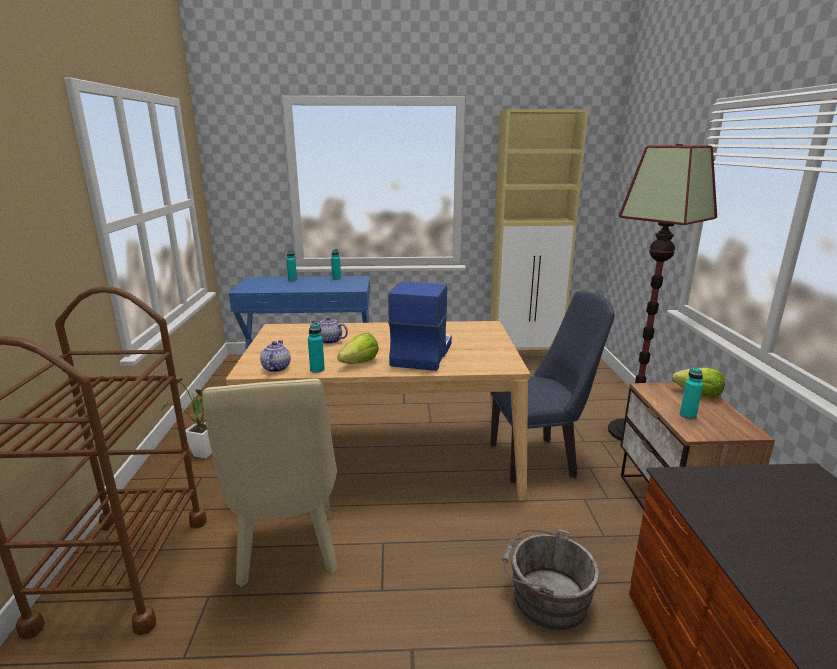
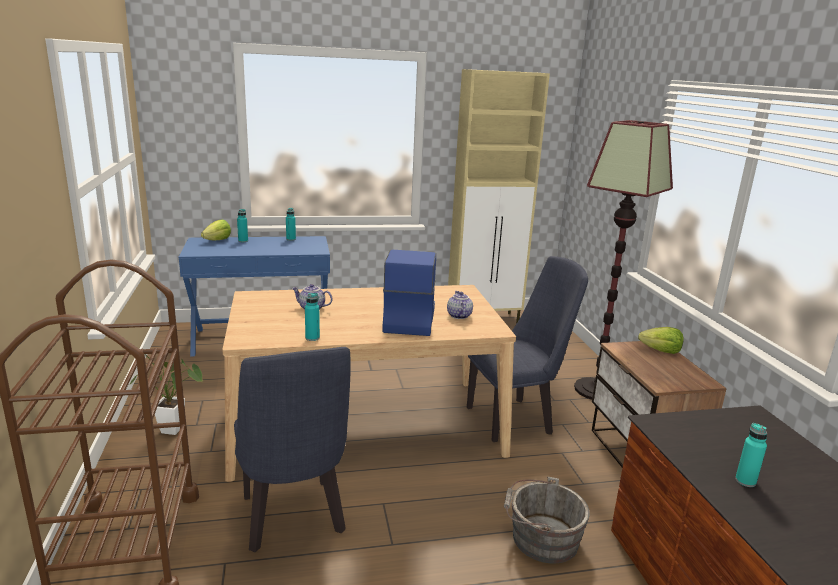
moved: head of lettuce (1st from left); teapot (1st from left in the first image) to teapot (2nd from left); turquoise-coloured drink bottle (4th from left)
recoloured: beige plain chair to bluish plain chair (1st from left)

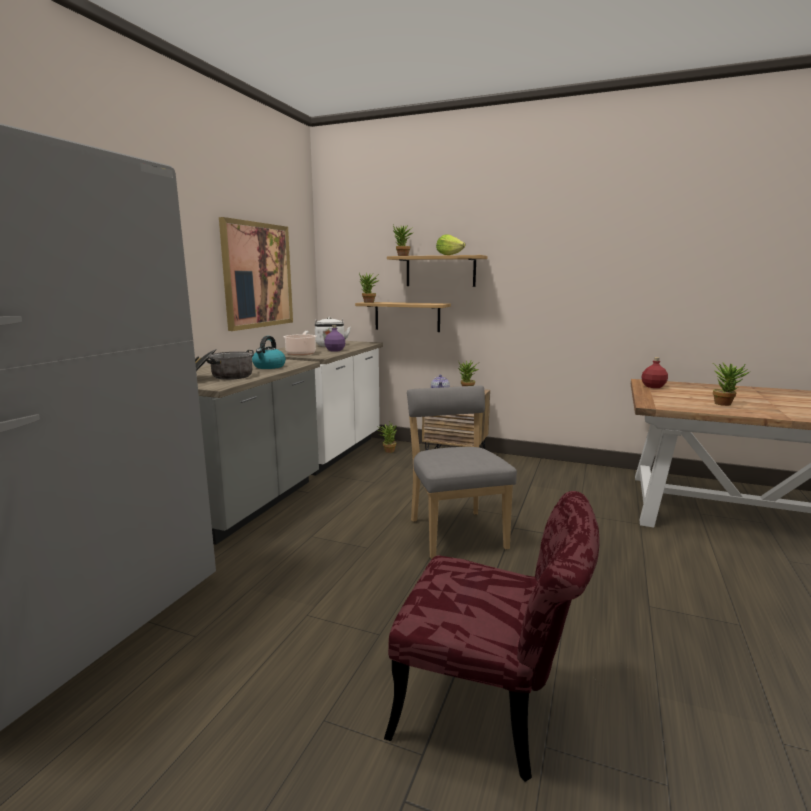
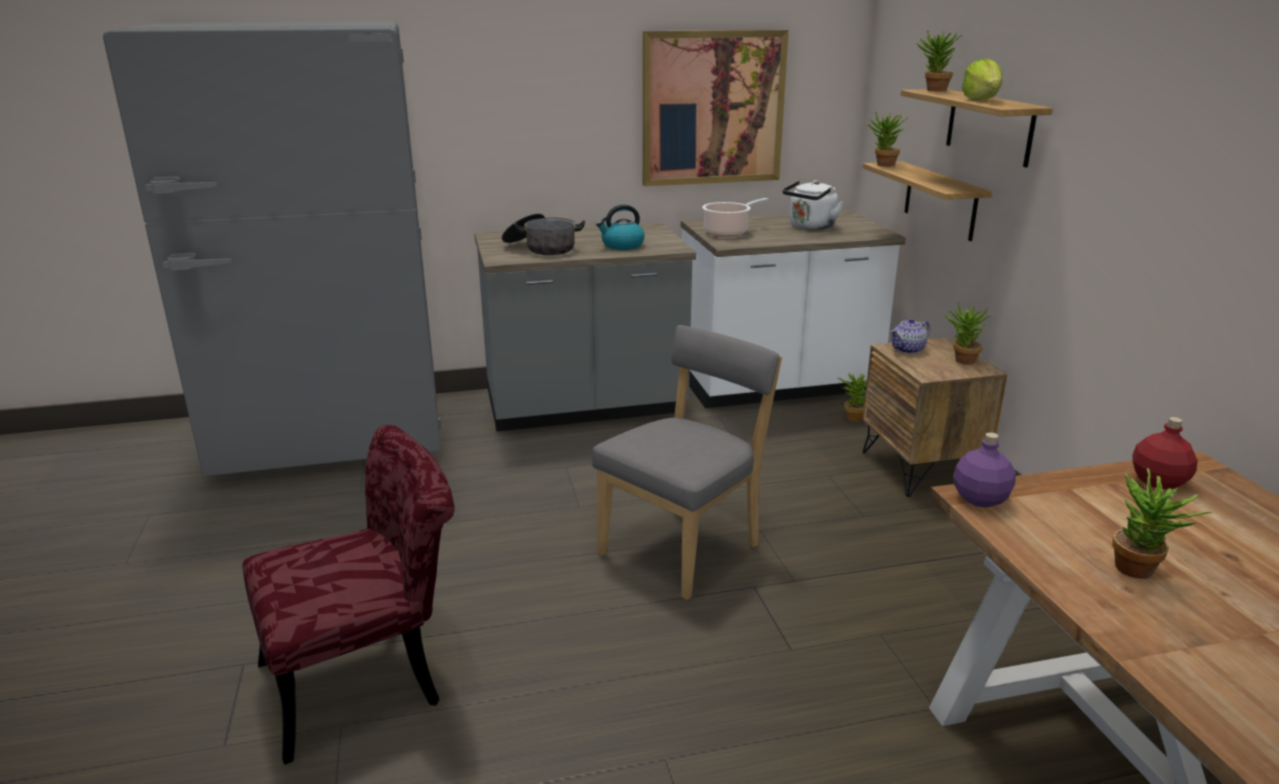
moved: purple drink bottle
turned: red-coloured plain chair 105 degrees counterclockwise

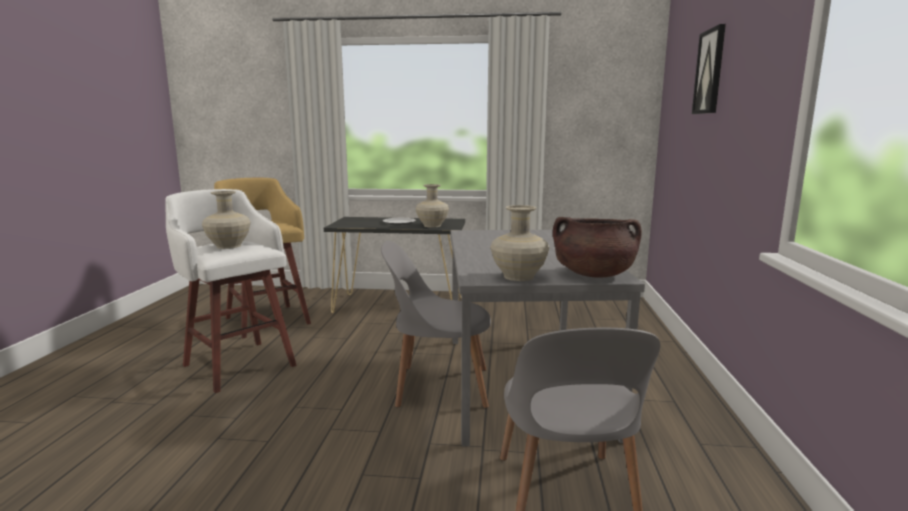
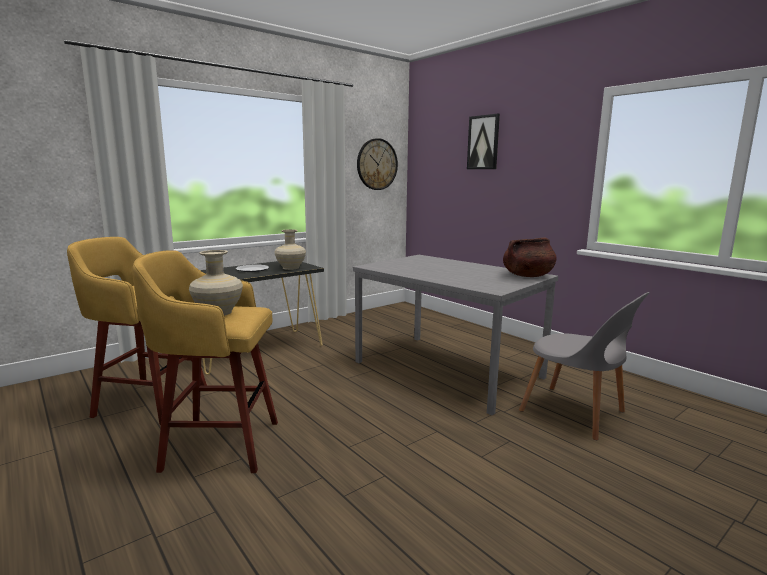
removed: beige decorative vase (3rd from left); greyish plain chair (1st from left)
added: wall clock
recoloured: white-coloured stool to yellow stool (2nd from left)

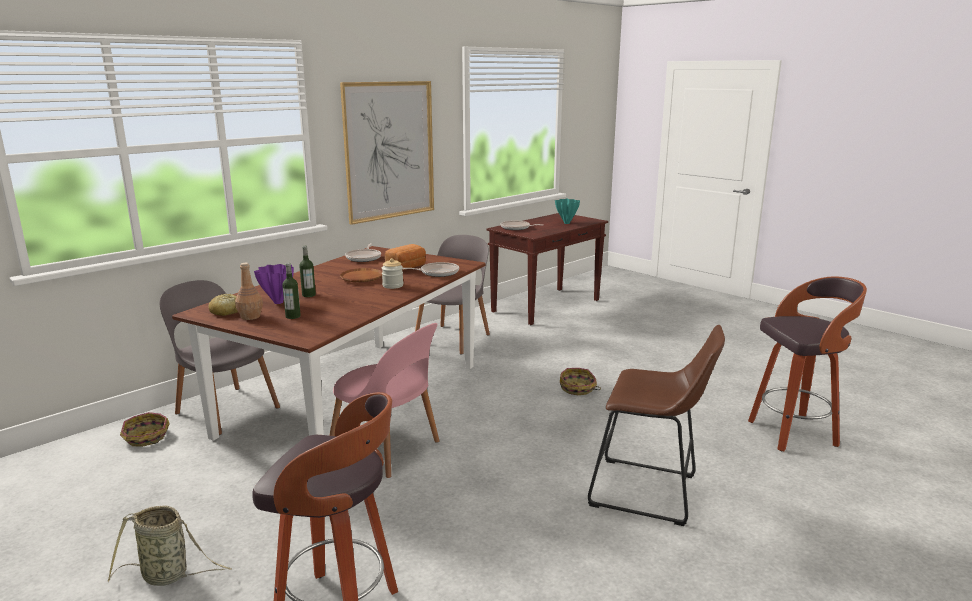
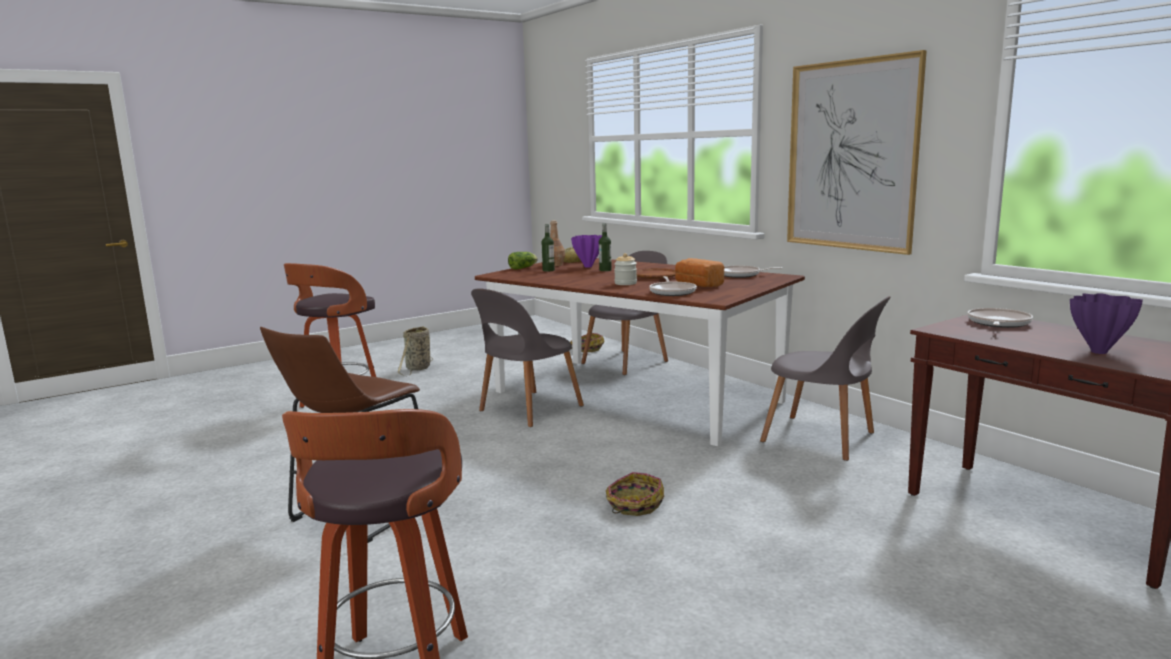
added: head of lettuce
recoloured: turquoise-coloured decorative vase to purple decorative vase (2nd from left); pinkish plain chair to greyish plain chair (1st from left)

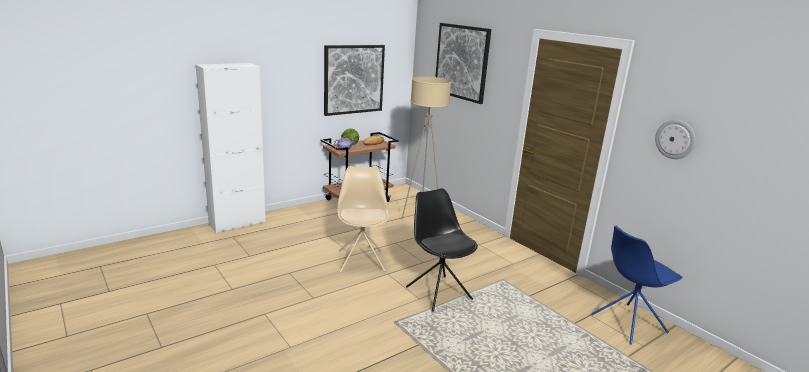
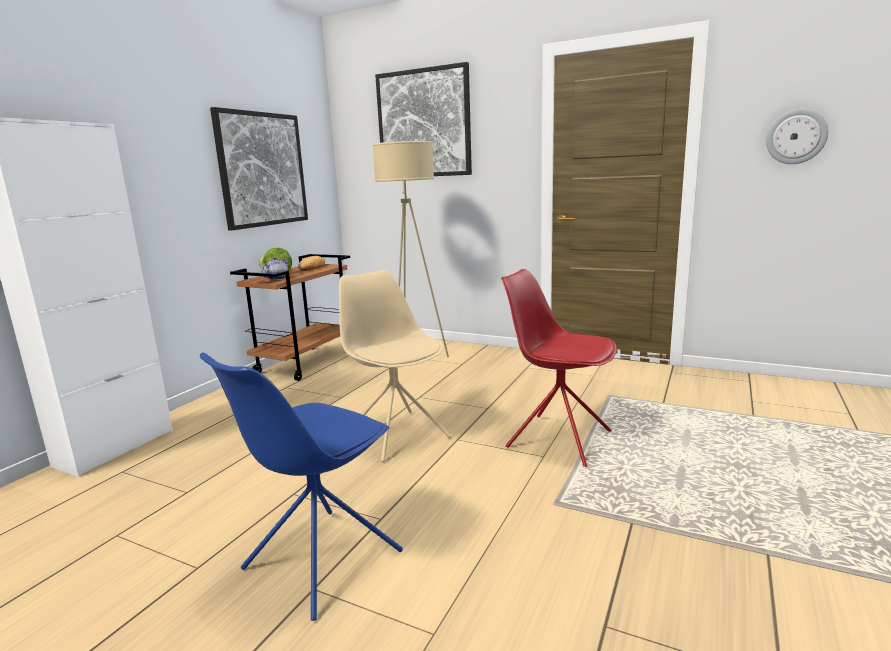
moved: bluish plain chair
recoloured: black-coloured plain chair to red-coloured plain chair

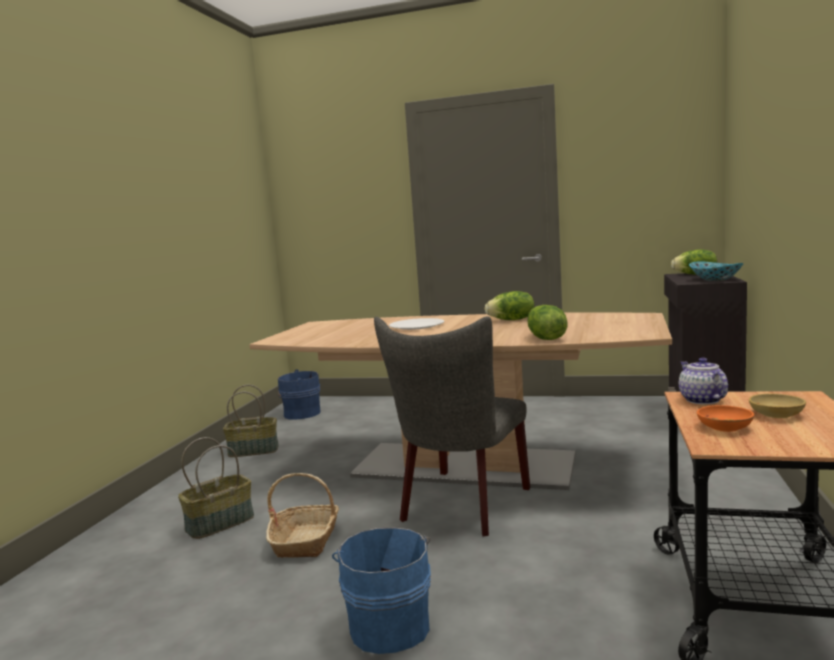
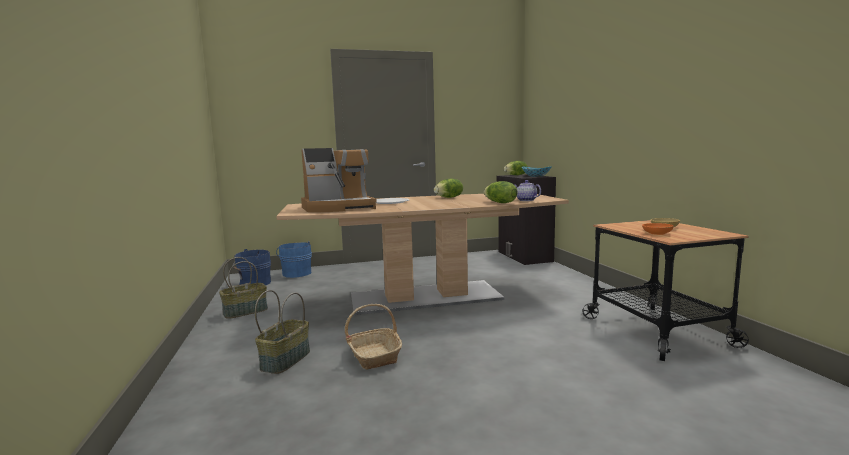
removed: greyish plain chair
added: coffee brewer
moved: teapot; bluish water bucket (2nd from left)

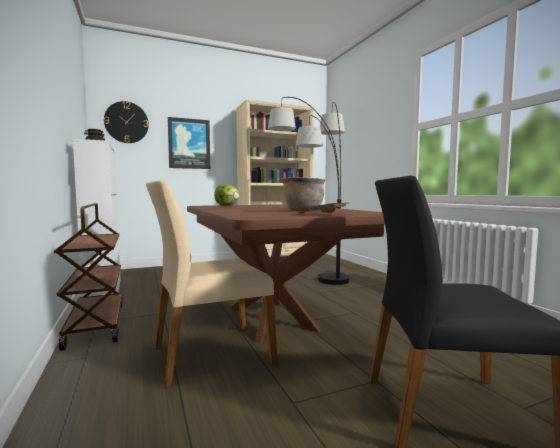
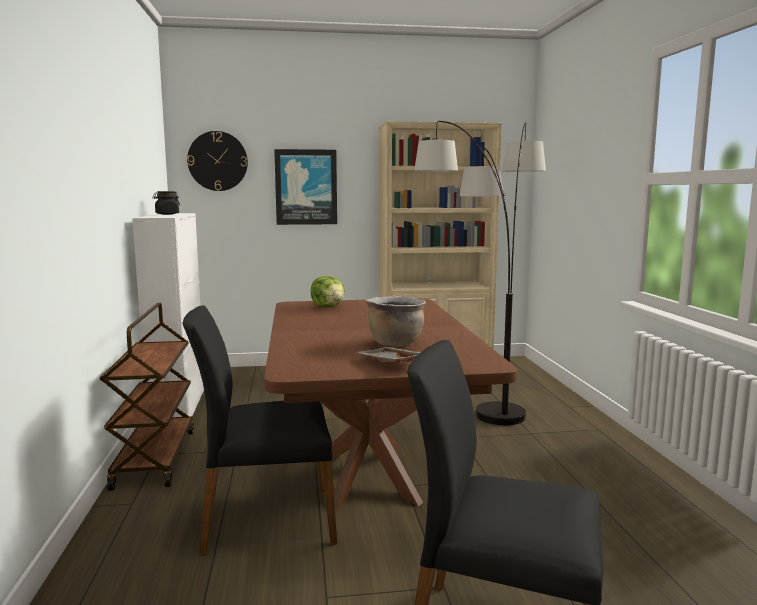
recoloured: beige plain chair to black-coloured plain chair (1st from left)

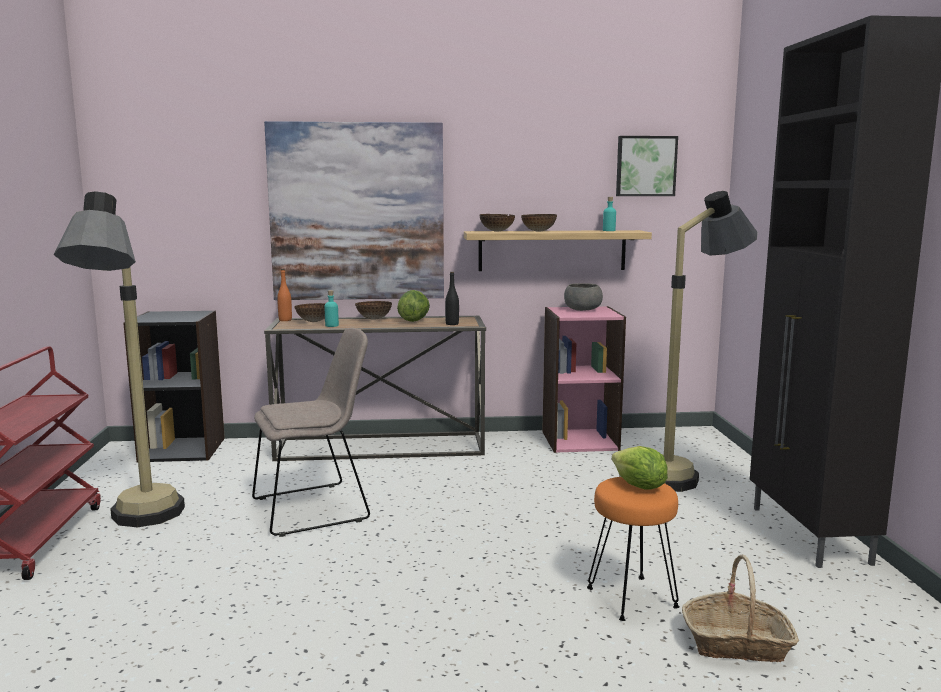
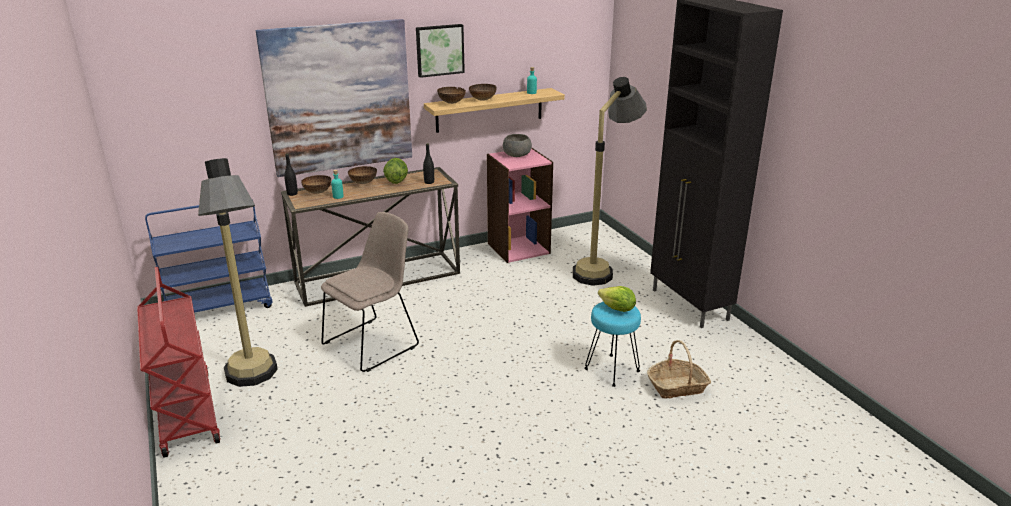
moved: picture (2nd from left)
replaced: black-coloured bookcase to bluish cart
recoloured: orange-coloured drink bottle to black-coloured drink bottle (1st from left); orange-coloured stool to turquoise-coloured stool

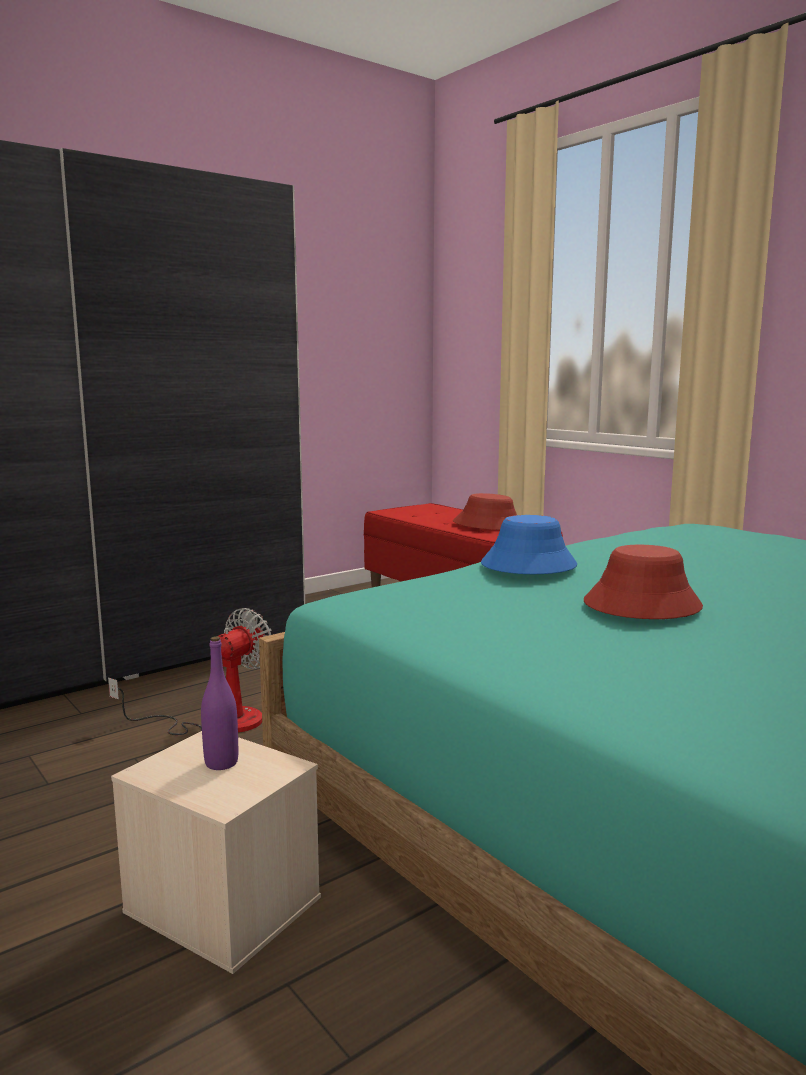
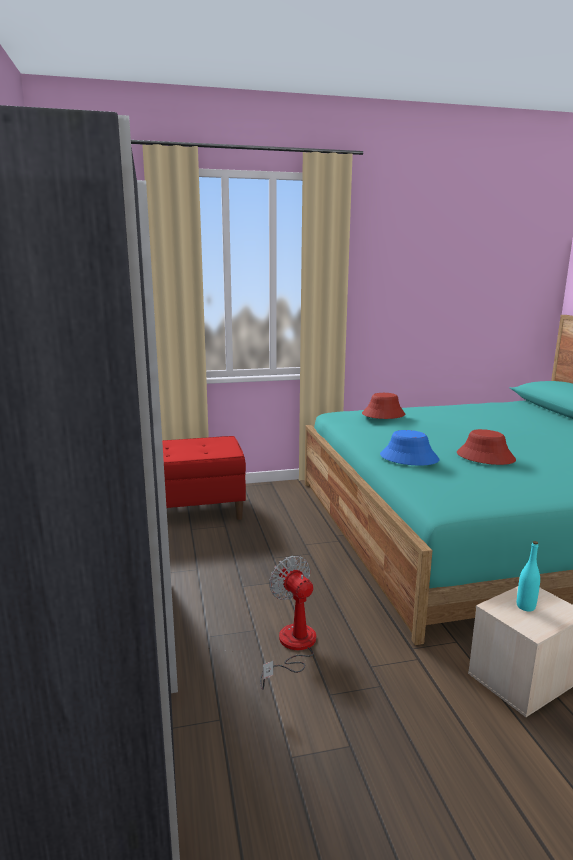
moved: red-coloured wearable hat (1st from left)
recoloured: purple drink bottle to turquoise-coloured drink bottle

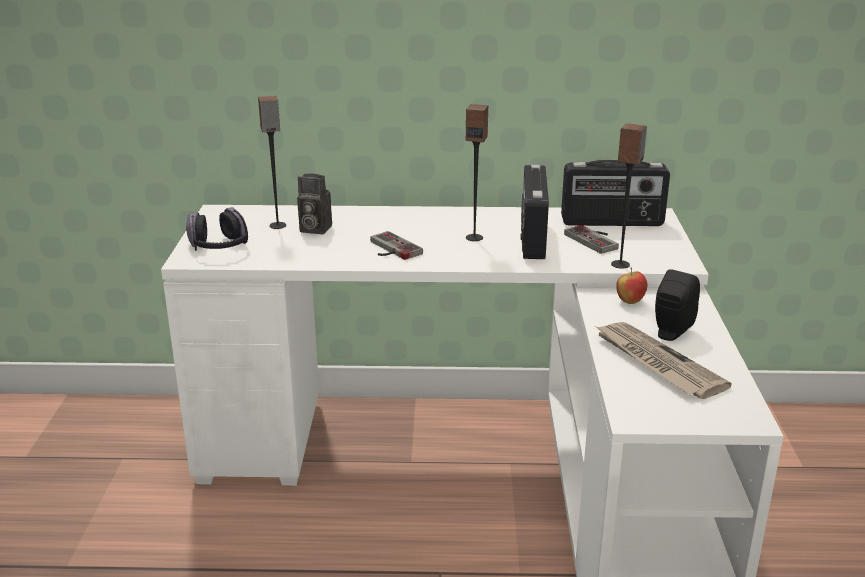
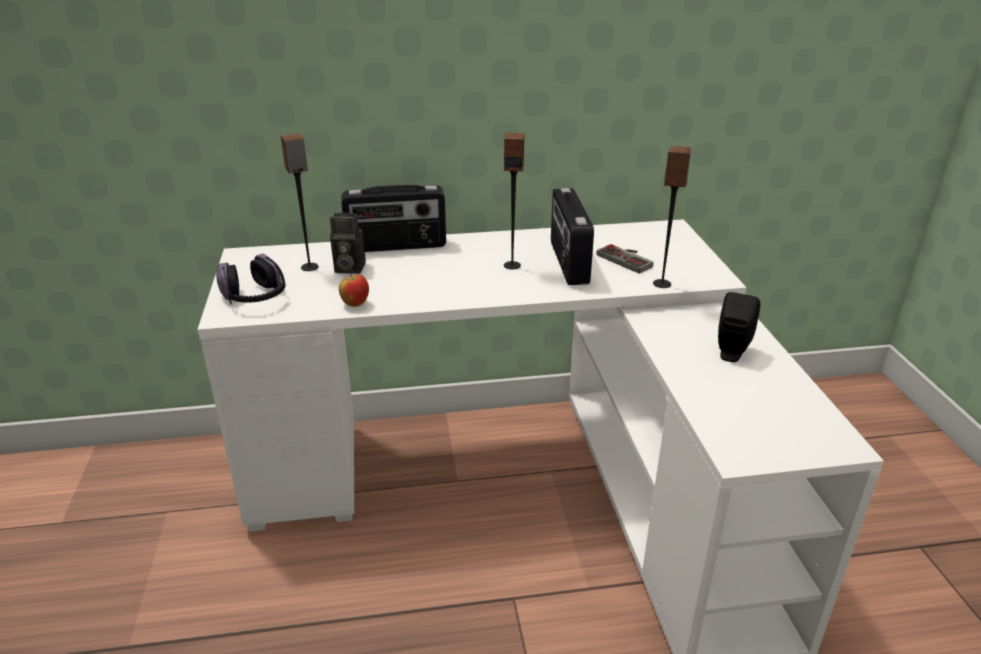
removed: game controller (1st from left); daily paper
moved: radio set (2nd from left in the first image) to radio set (1st from left); apple fruit

